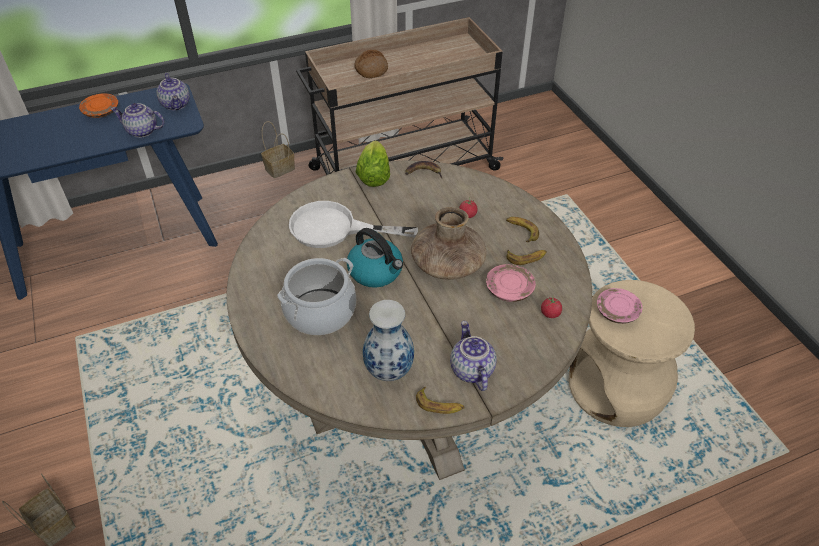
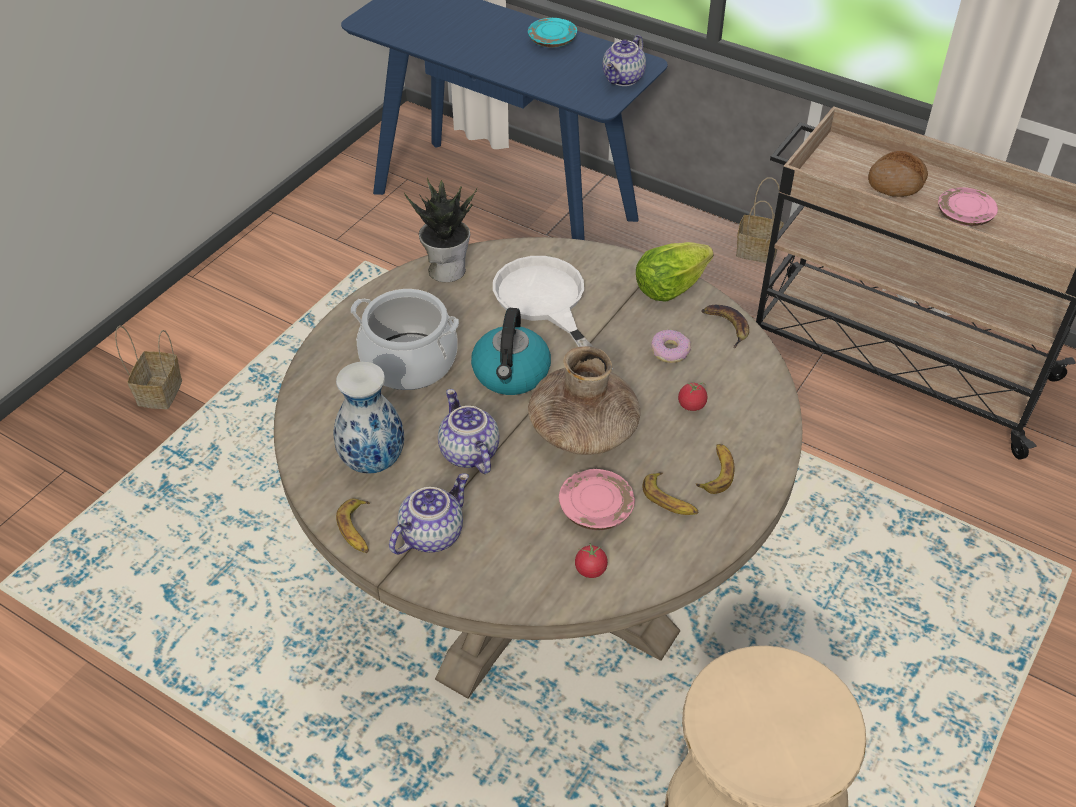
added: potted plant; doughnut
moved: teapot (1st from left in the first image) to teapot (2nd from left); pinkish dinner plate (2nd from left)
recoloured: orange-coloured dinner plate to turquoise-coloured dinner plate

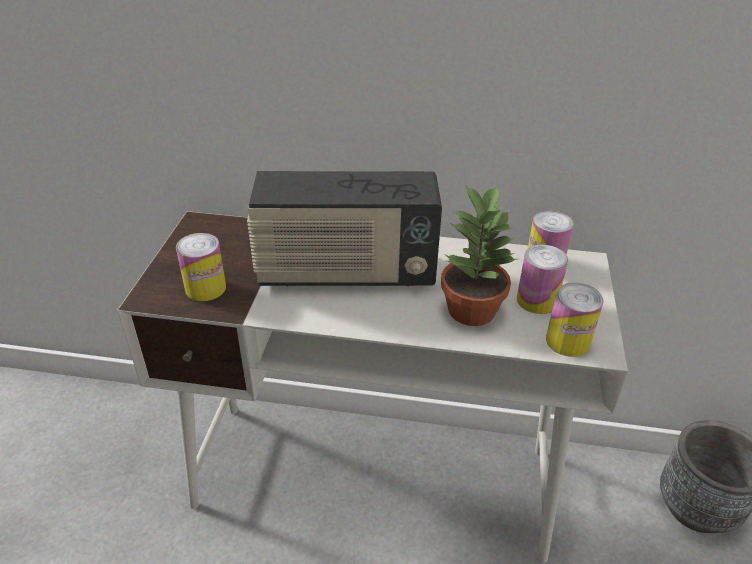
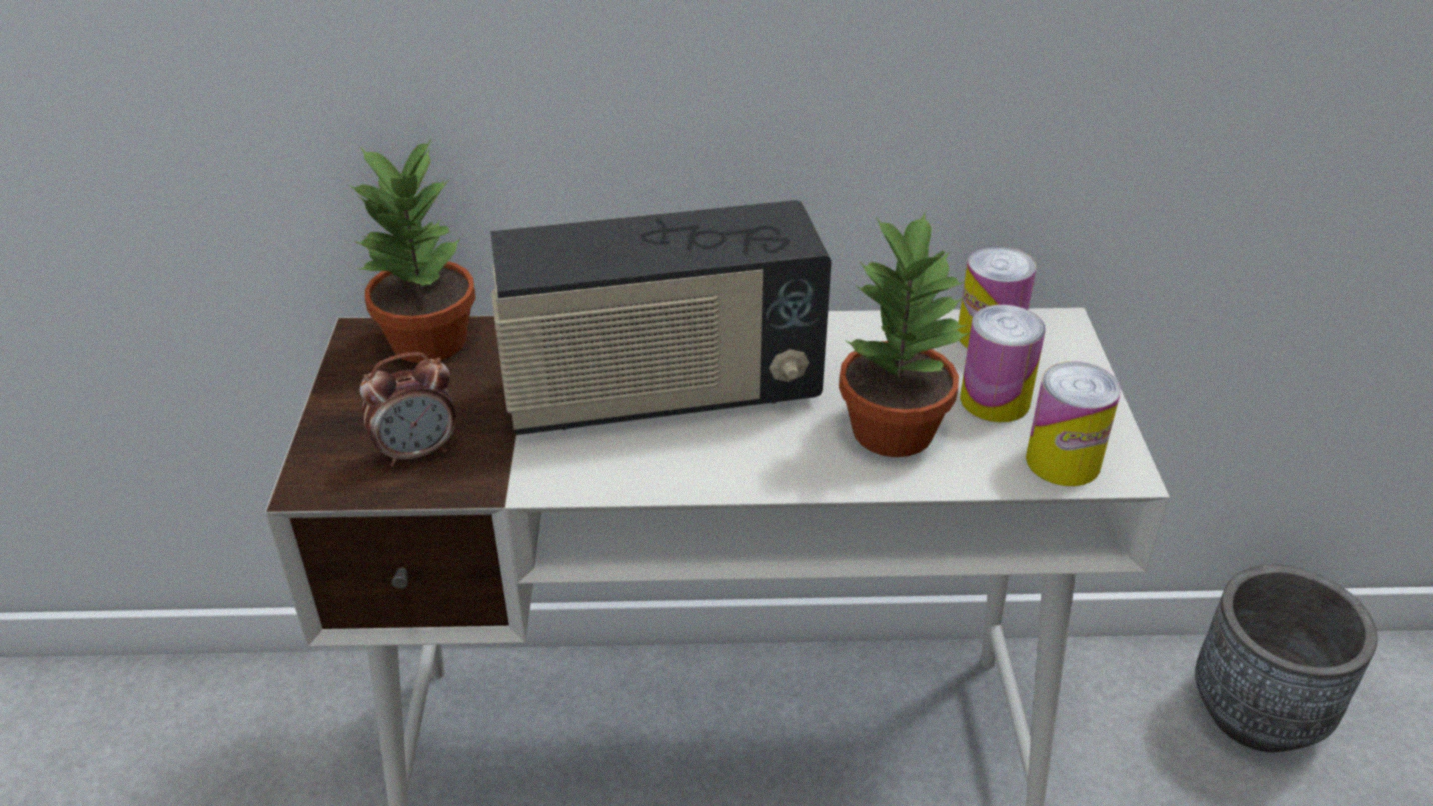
added: potted plant (1st from left)
replaced: sealed can (1st from left) to bedside clock

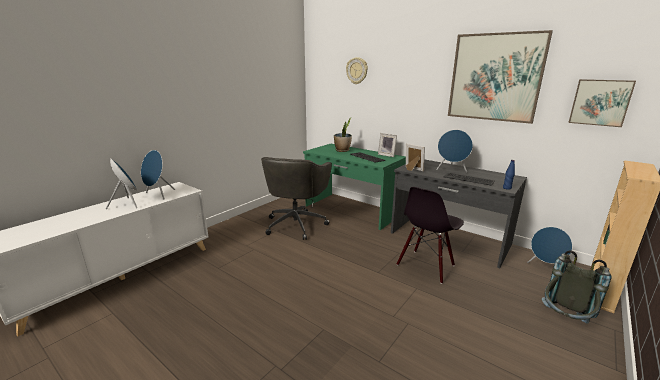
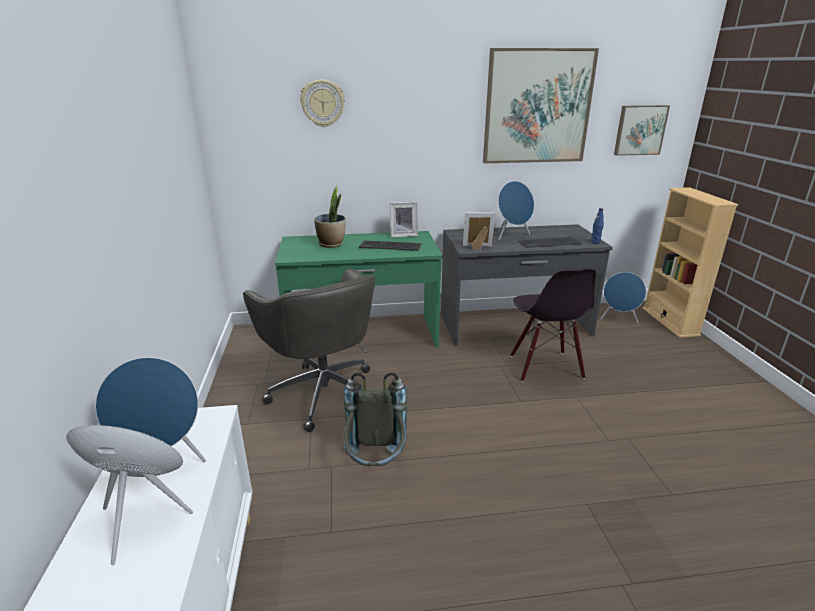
moved: greyish knapsack

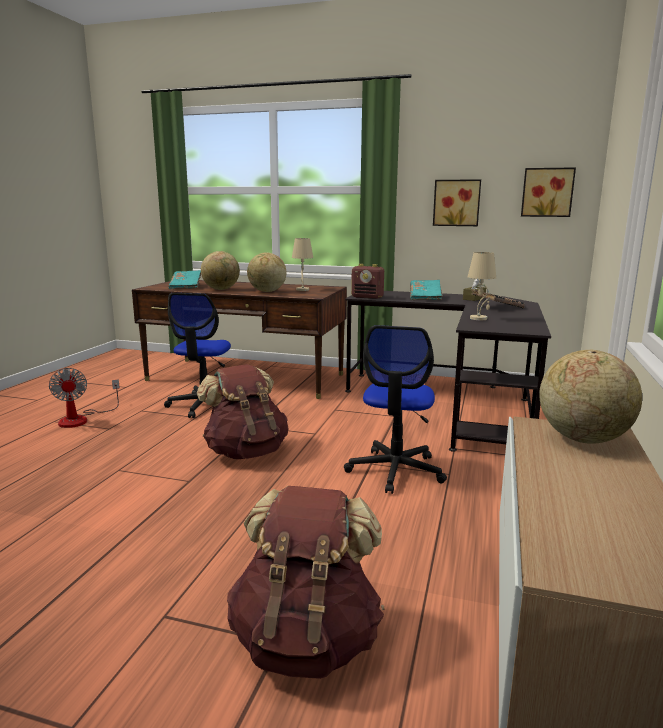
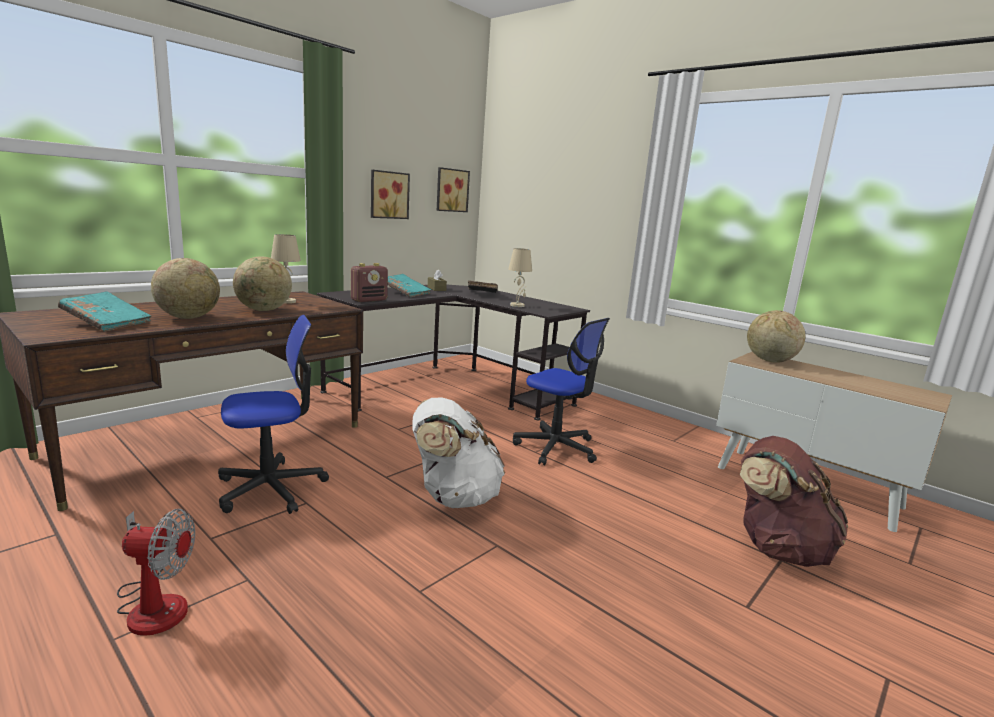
recoloured: brown-coloured knapsack (1st from left) to white-coloured knapsack
turned: office chair (1st from left) 60 degrees counterclockwise

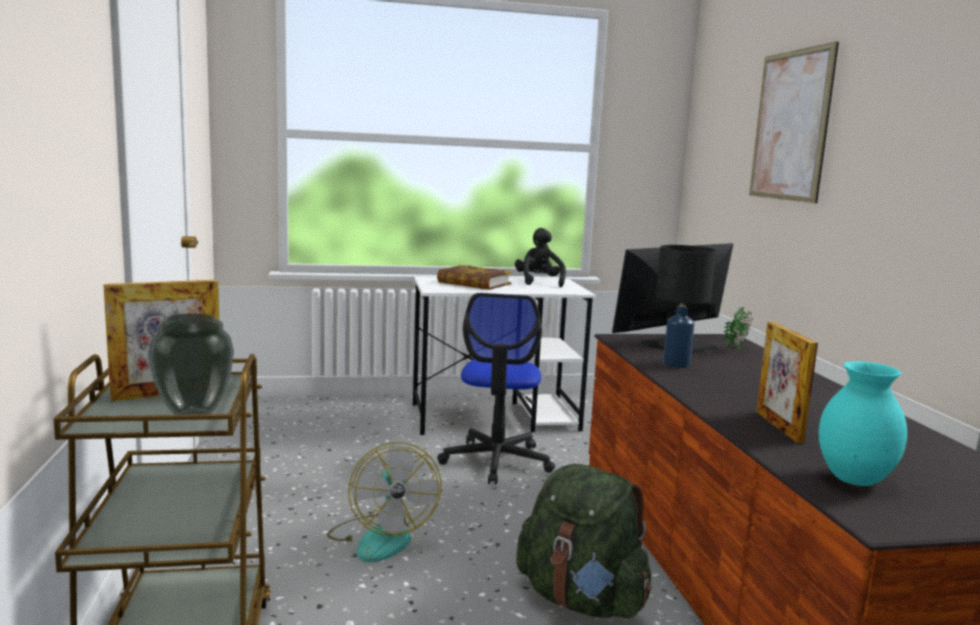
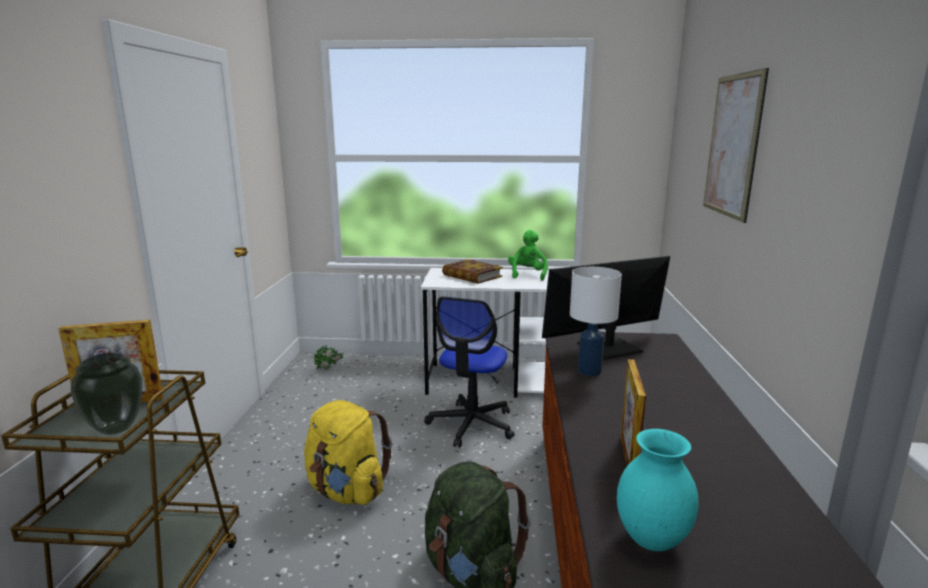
moved: potted plant
replaced: cooling fan to yellow knapsack
recoloured: black-coloured cuddly toy to greenish cuddly toy; black-coloured tabletop lamp to white-coloured tabletop lamp

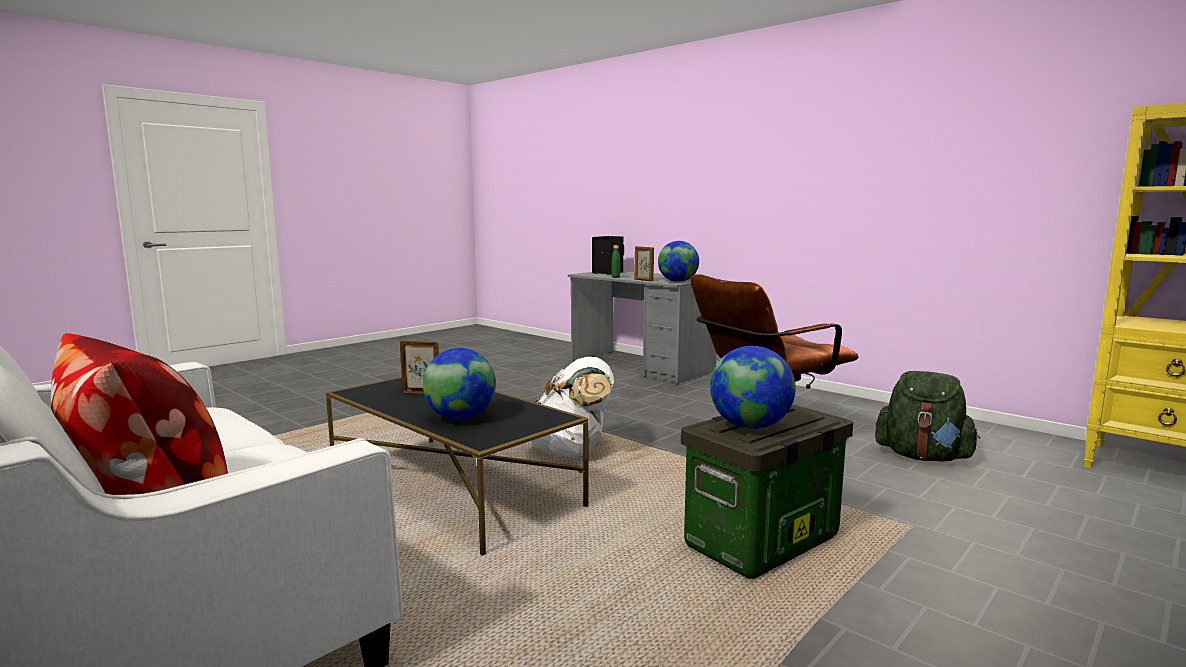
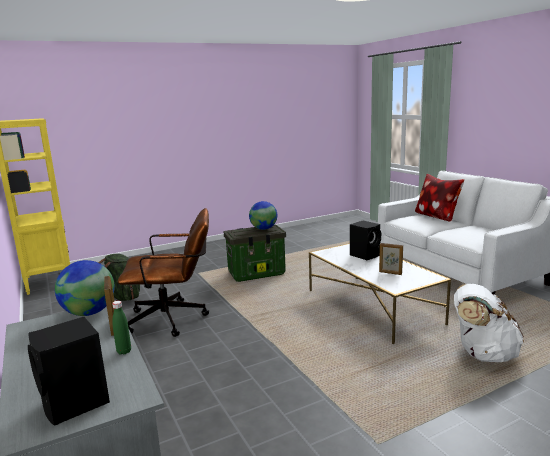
moved: white-coloured knapsack
replaced: desk globe (1st from left) to black-coloured loudspeaker (2nd from left)
recoloured: black-coloured coffee table to white-coloured coffee table

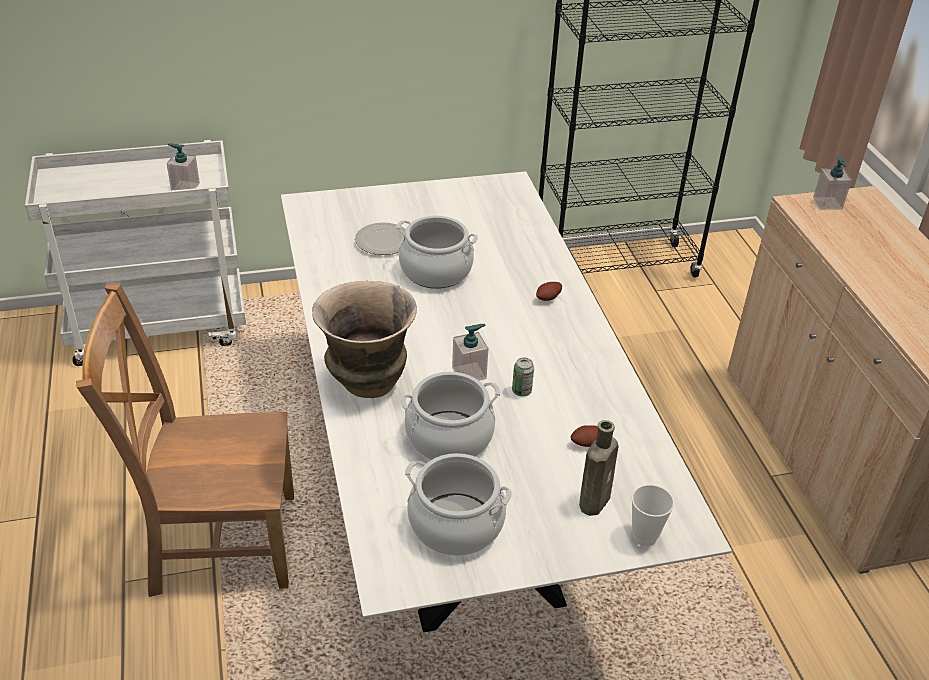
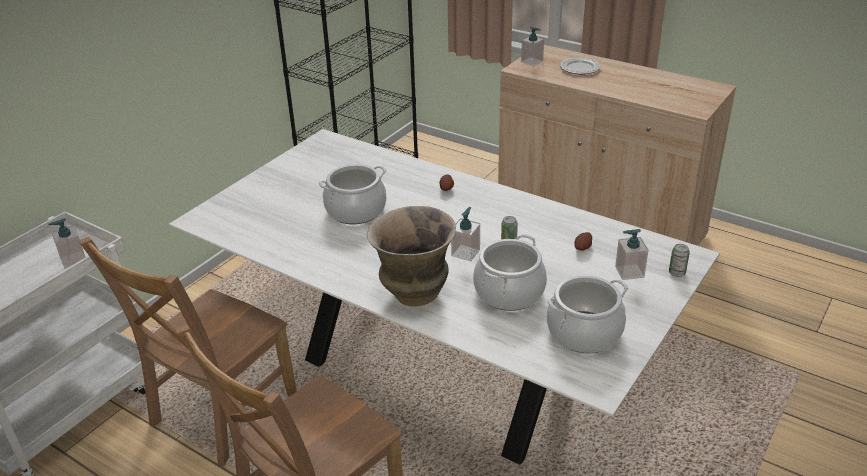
added: brown-coloured plain chair (1st from left)
moved: dinner plate
replaced: brown-coloured drink bottle to liquid soap bottle (4th from left); cup to sealed can (2nd from left)

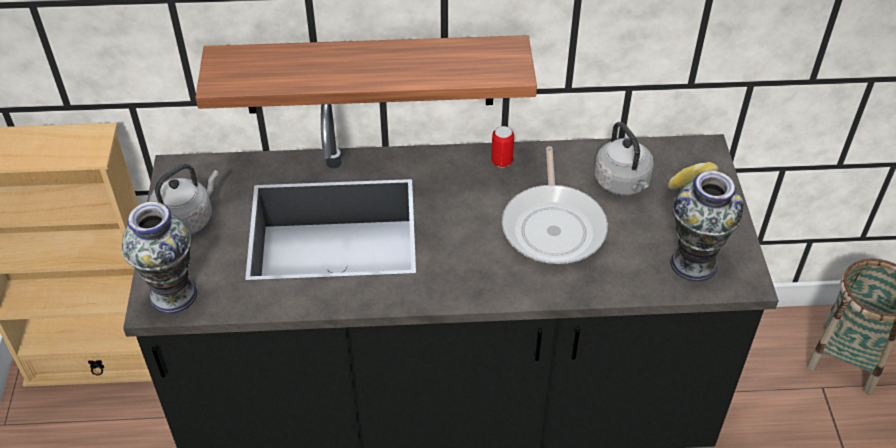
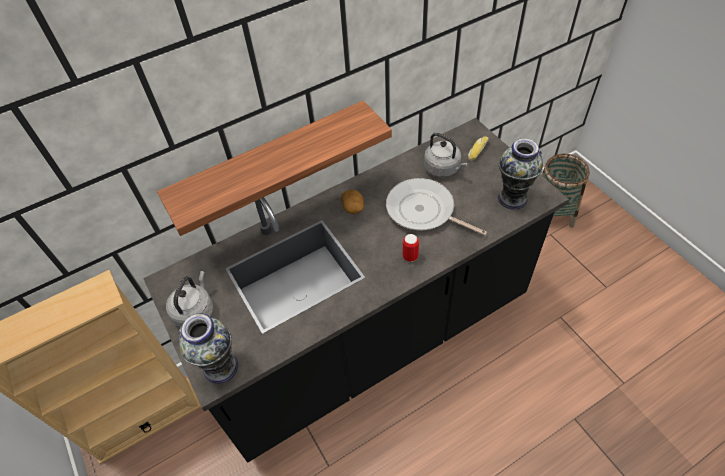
added: potato
moved: sealed can
turned: frying pan 150 degrees clockwise

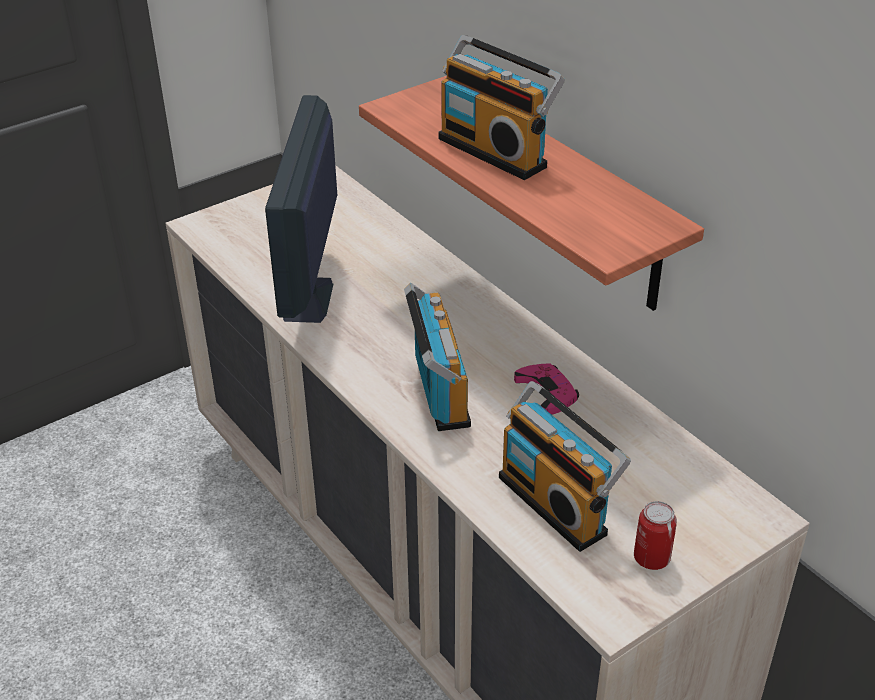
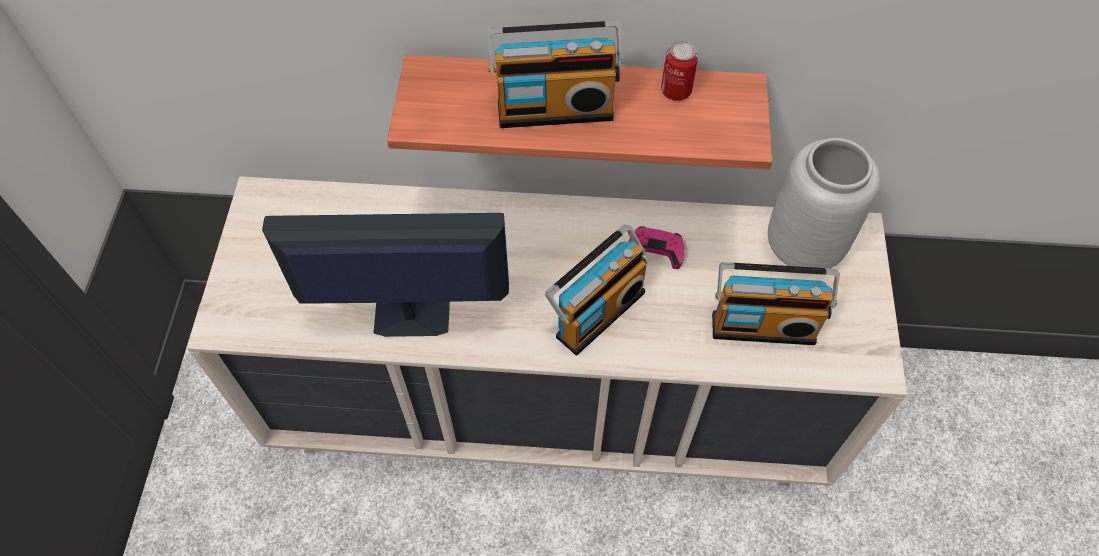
added: greyish decorative vase
moved: sealed can
turned: computer screen 135 degrees clockwise; radio set (1st from left in the first image) 105 degrees clockwise

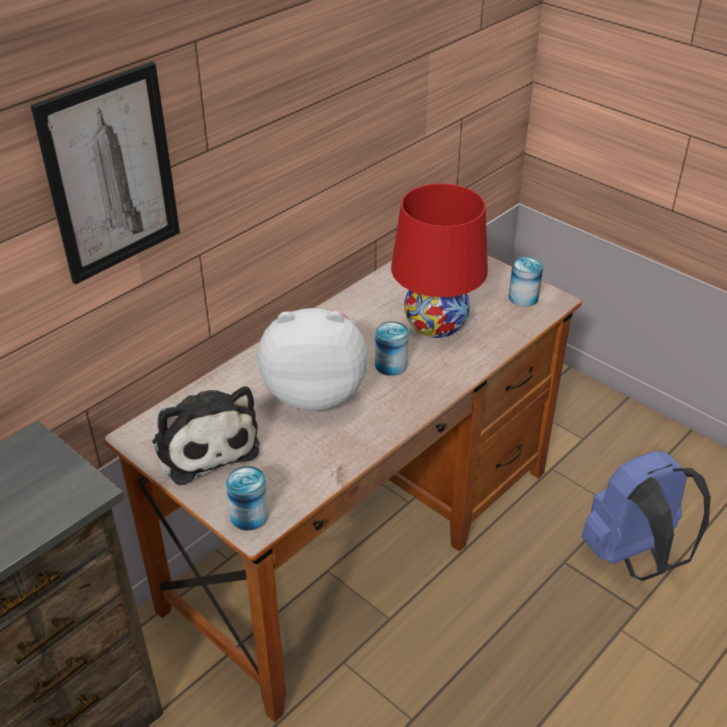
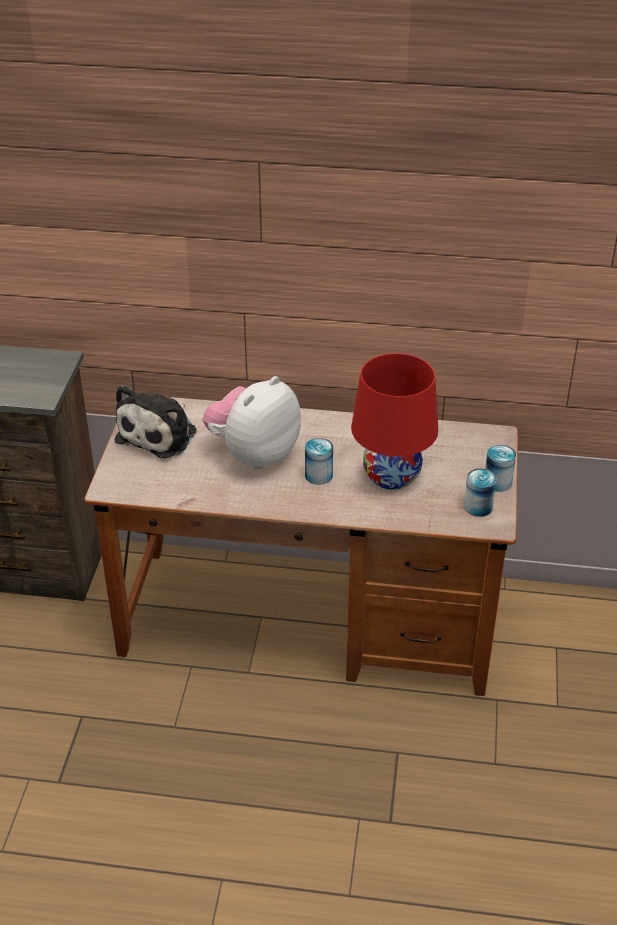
removed: picture; bluish knapsack
moved: sealed can (1st from left in the first image) to sealed can (3rd from left)
turned: cuddly toy (2nd from left) 105 degrees counterclockwise

